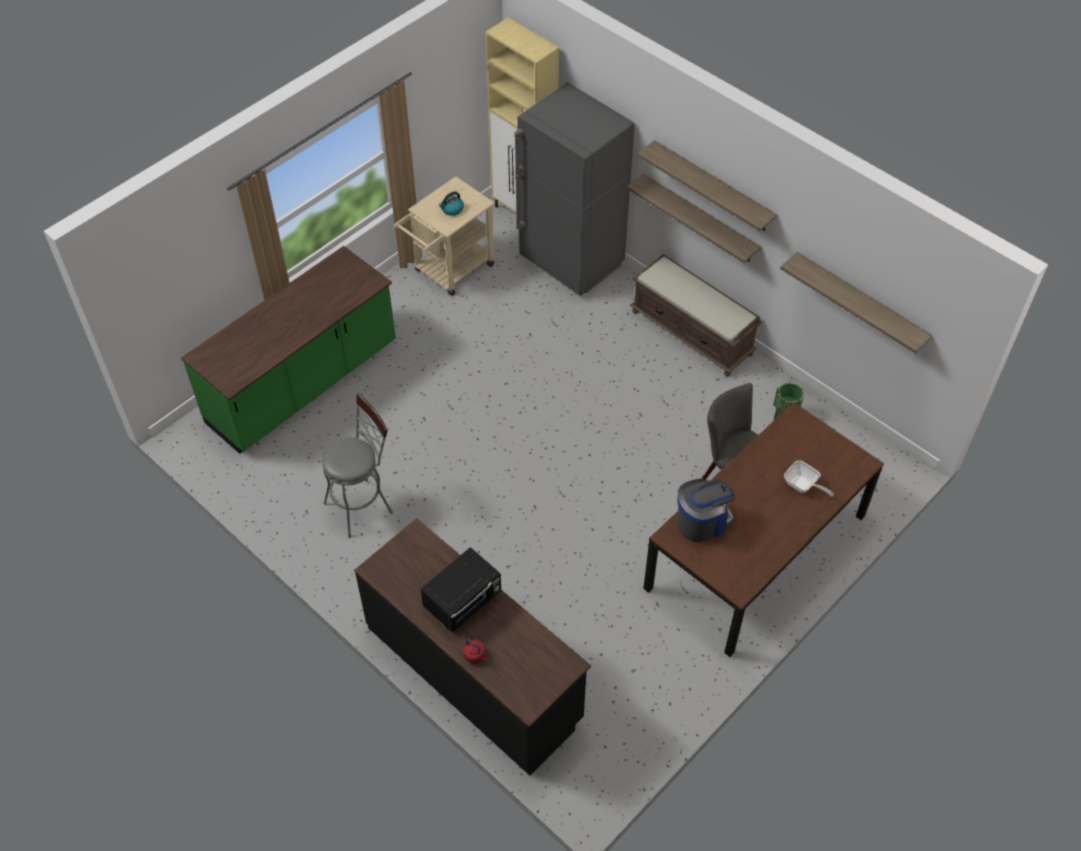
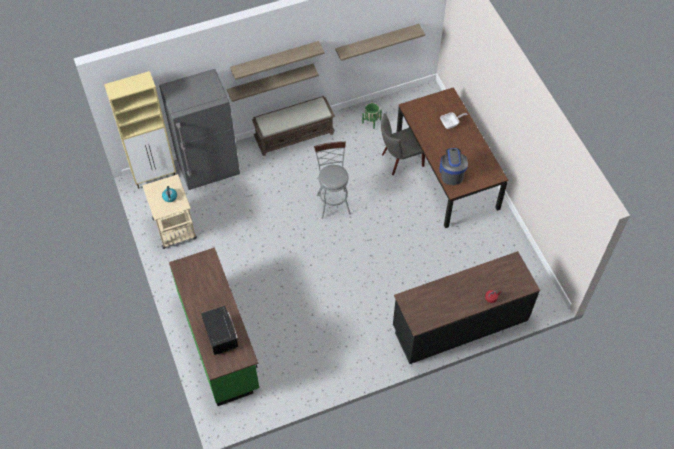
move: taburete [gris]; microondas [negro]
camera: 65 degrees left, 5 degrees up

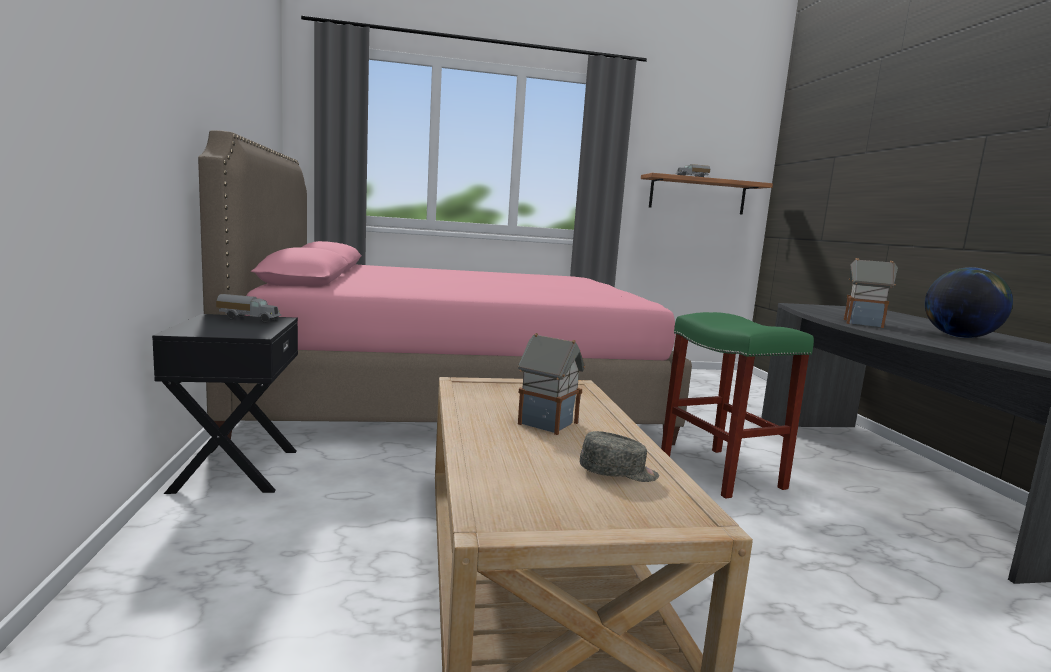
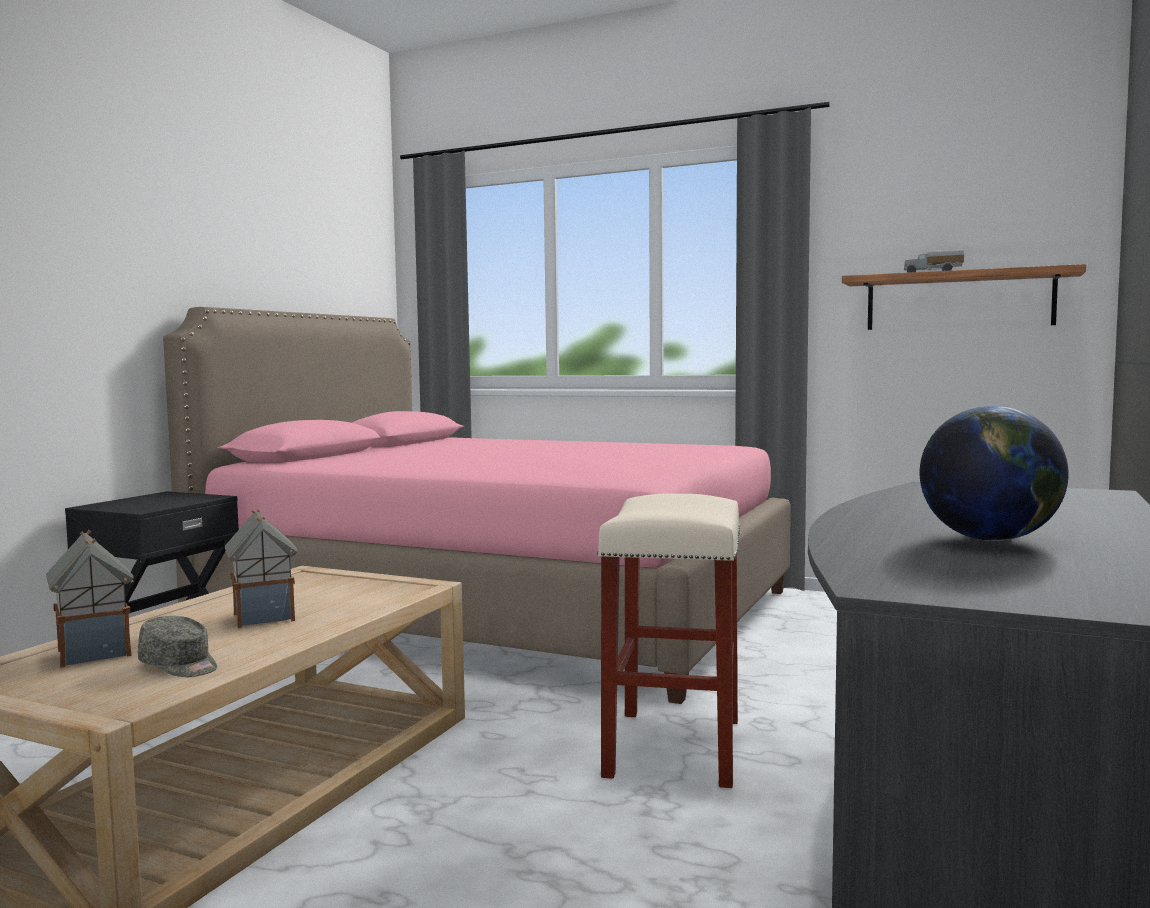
delete: camión de juguete (1st from left)
move: casita (2nd from left in the first image) to casita (1st from left)
recolor: taburete [verde] to taburete [beis]
camera: 35 degrees right, 5 degrees down

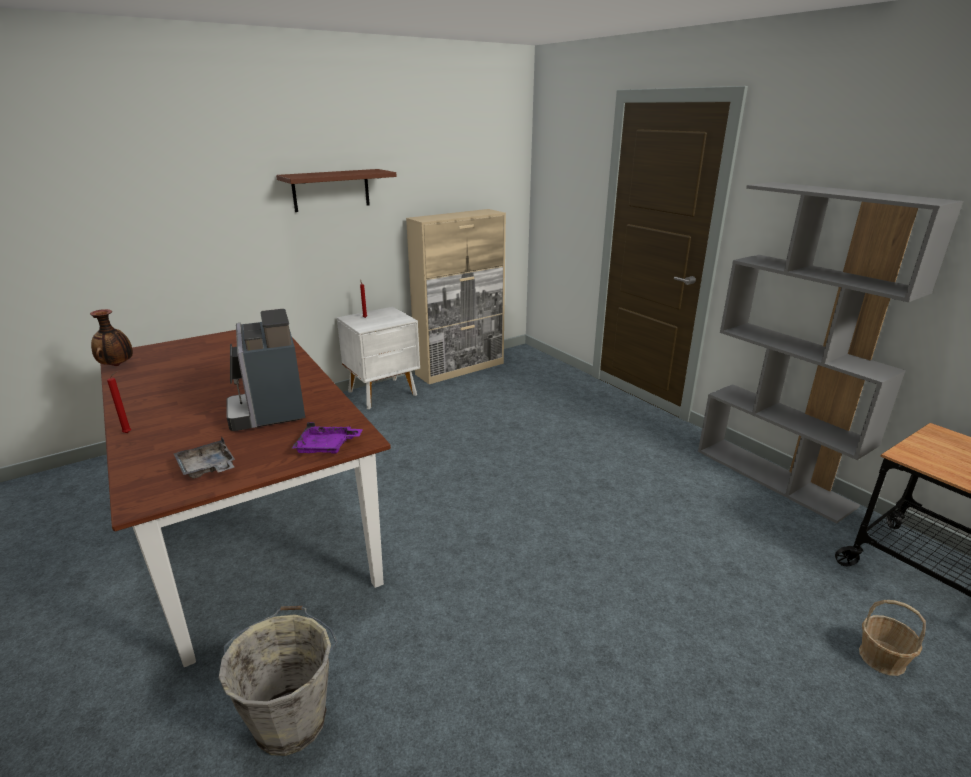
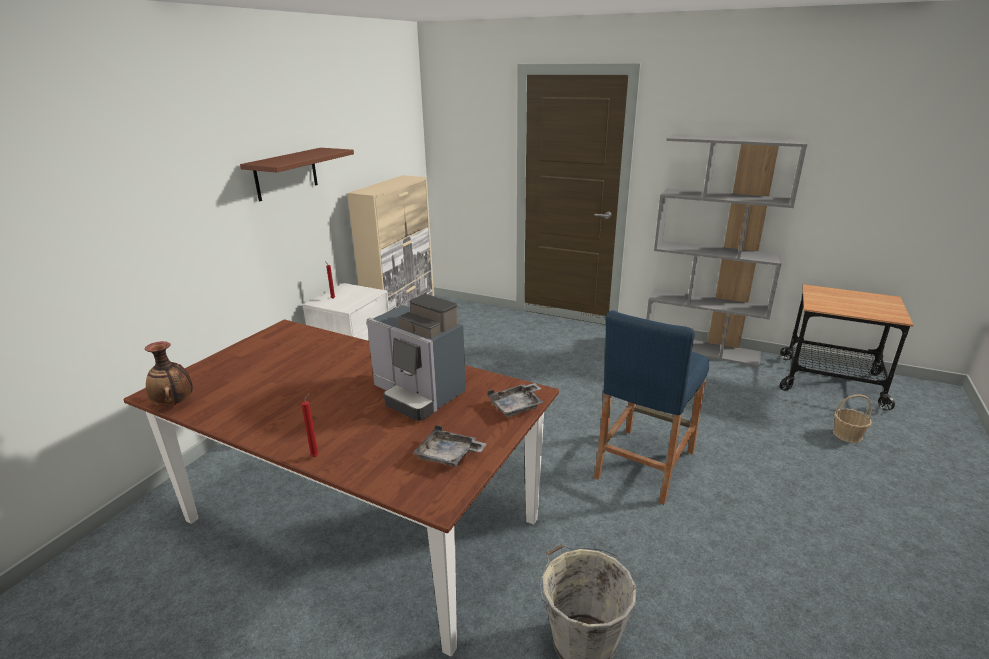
insert: taburete [azul]
recolor: bandeja [morado] to bandeja [gris] (2nd from left)
camera: 30 degrees left, 0 degrees up

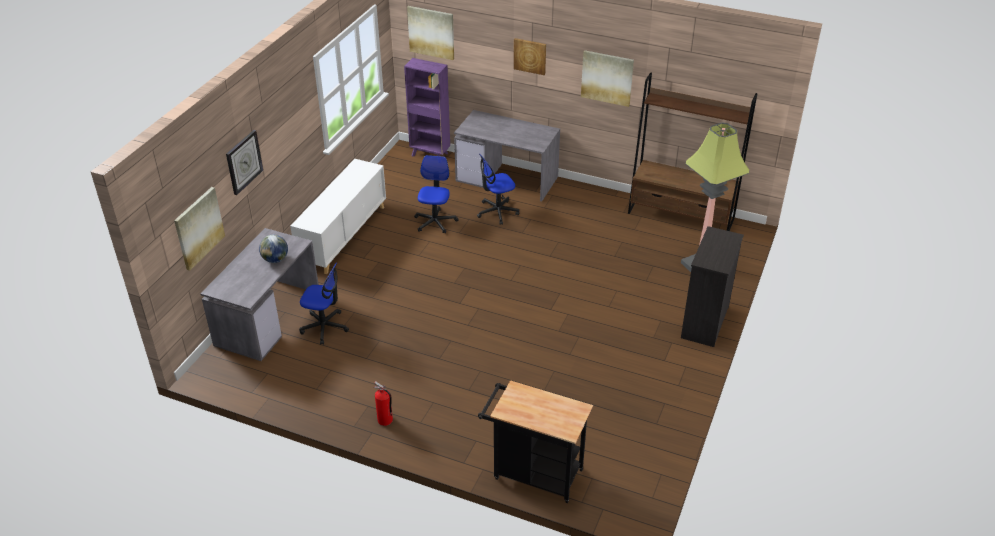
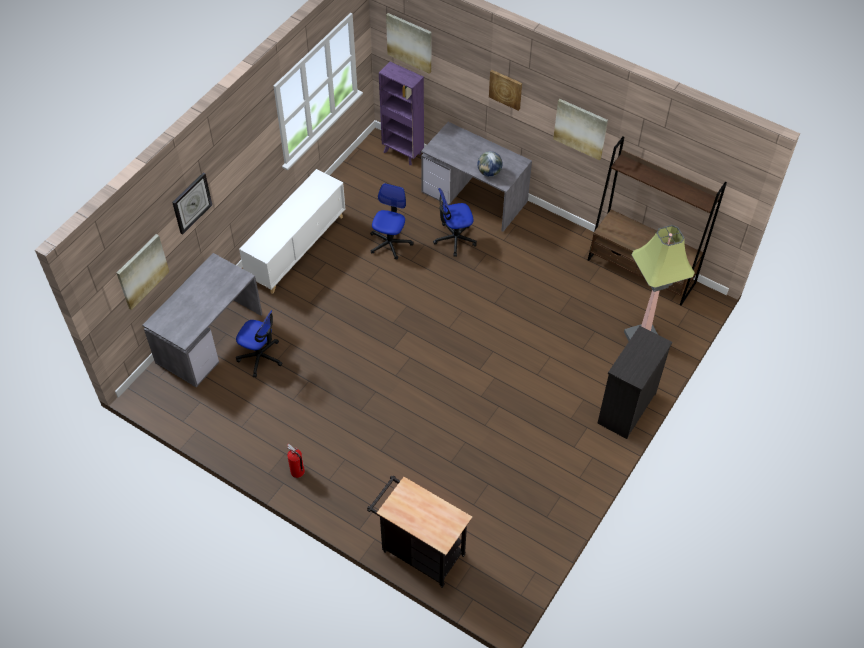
move: globo terráqueo
camera: 10 degrees right, 15 degrees up

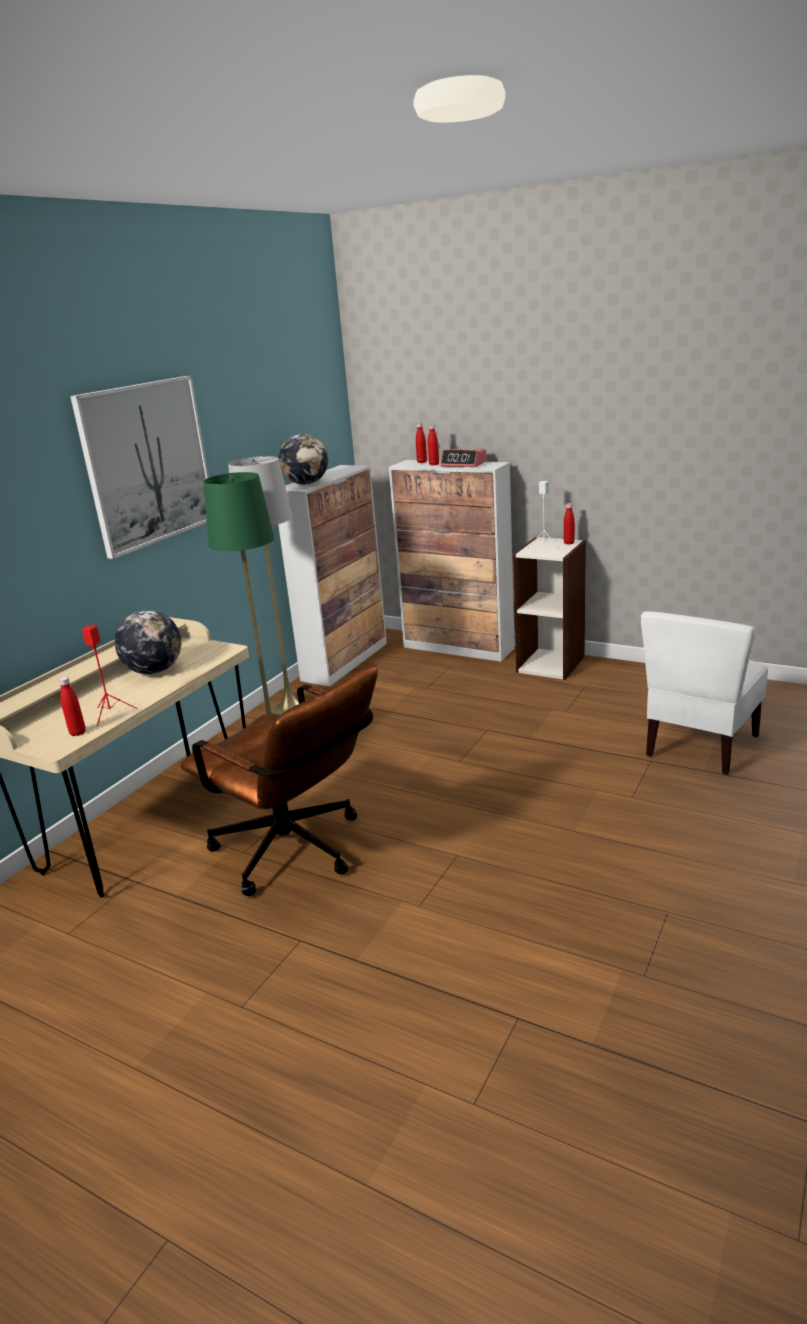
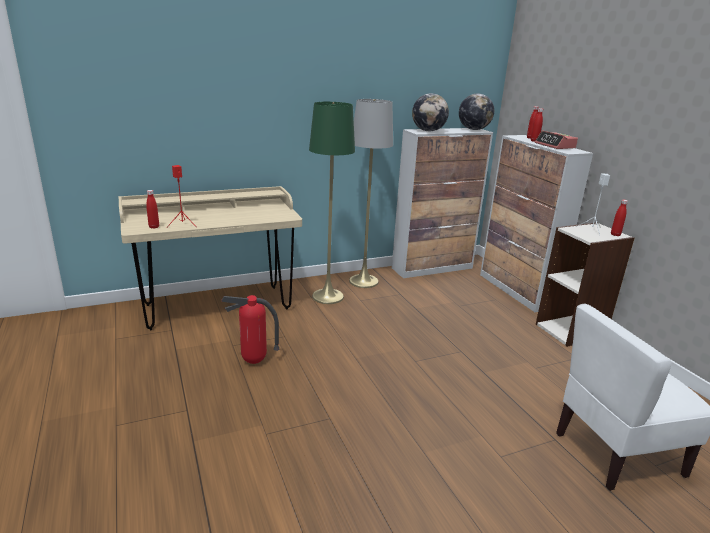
delete: cuadro
move: globo terráqueo (1st from left in the first image) to globo terráqueo (2nd from left)
replace: silla de oficina [marrón] to extintor
camera: 35 degrees right, 0 degrees up

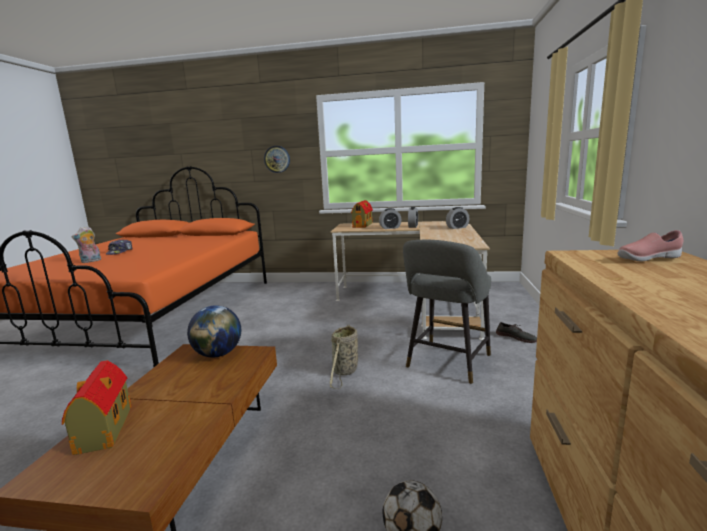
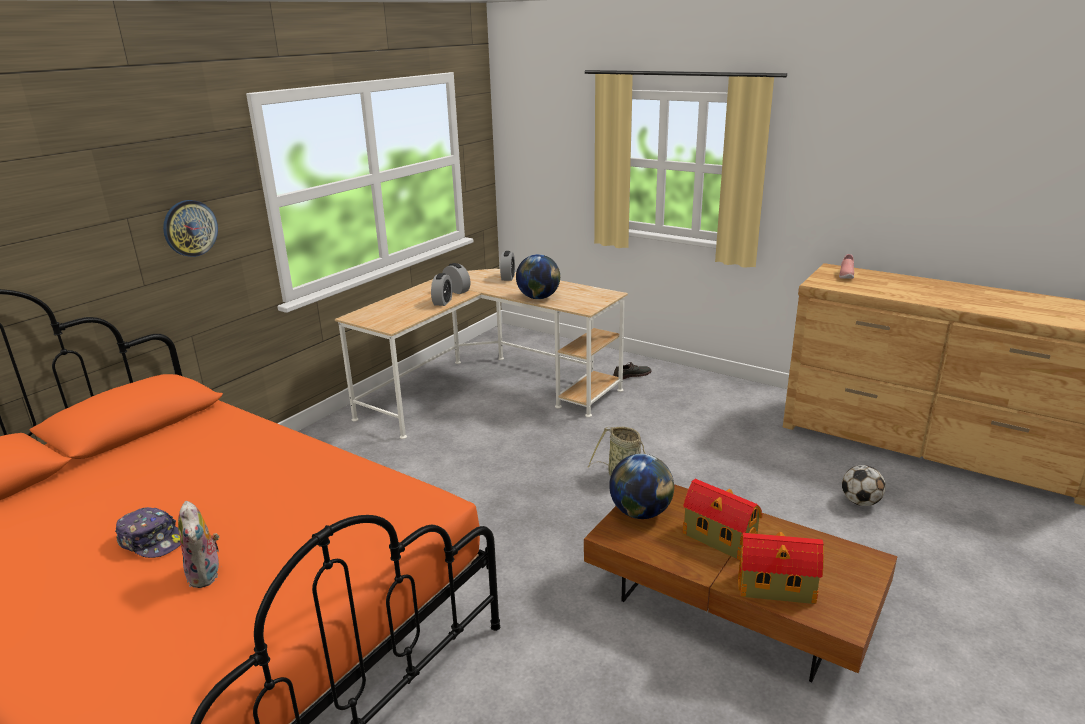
delete: taburete [gris]
insert: globo terráqueo (1st from left)
move: casita (2nd from left in the first image) to casita (1st from left)
camera: 65 degrees left, 10 degrees up

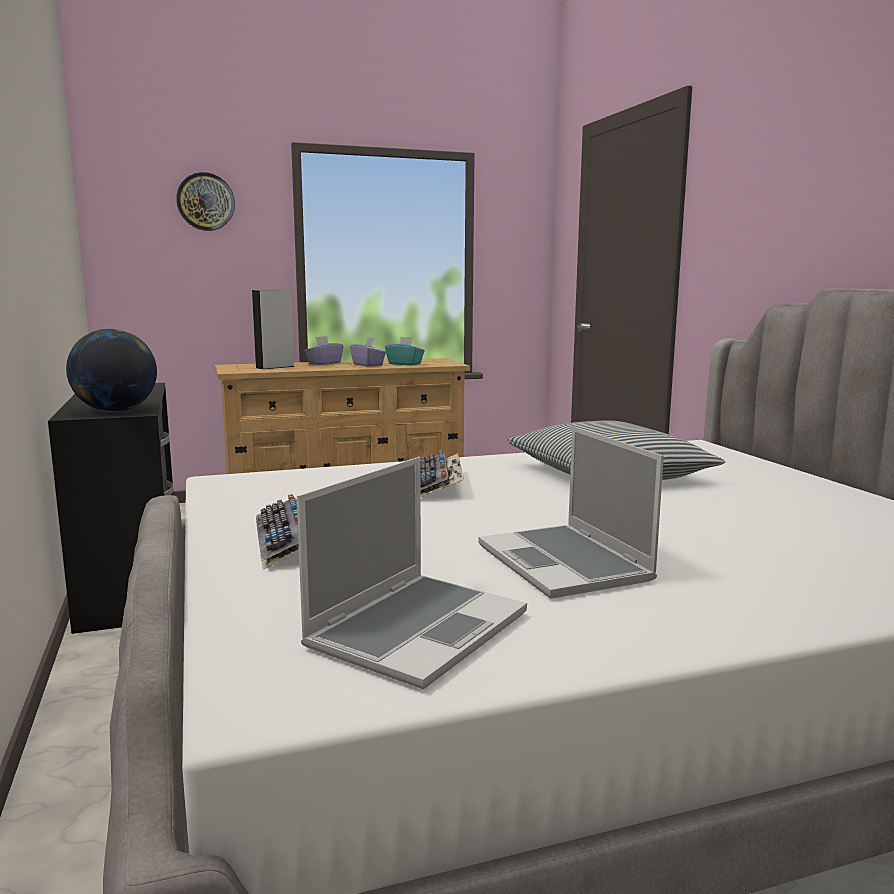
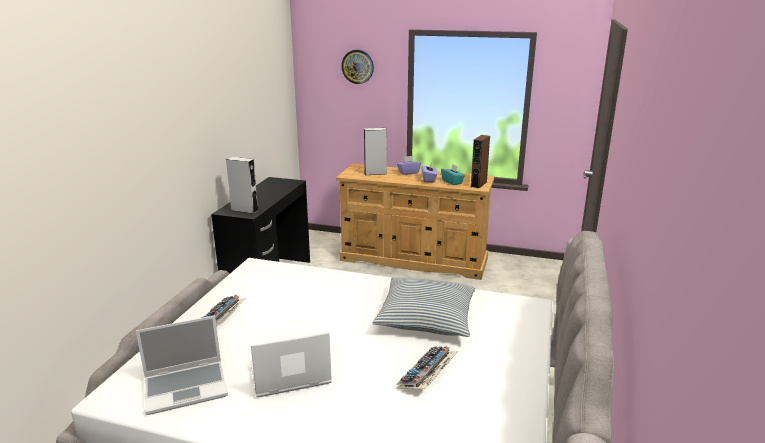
insert: altavoz [marrón]
move: teclado (2nd from left)
replace: globo terráqueo to altavoz [gris] (1st from left)
rotate: portátil (2nd from left) 60 degrees clockwise
camera: 35 degrees right, 10 degrees up

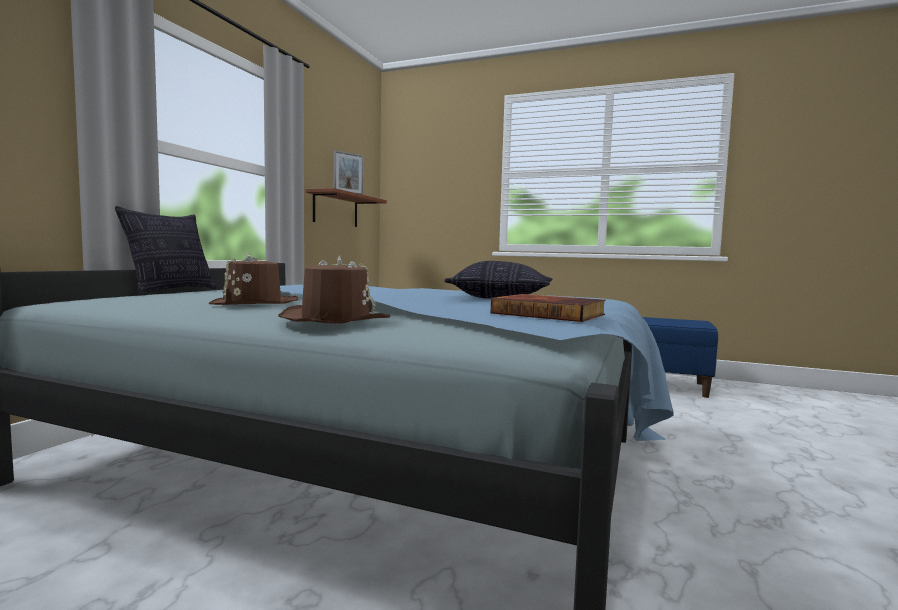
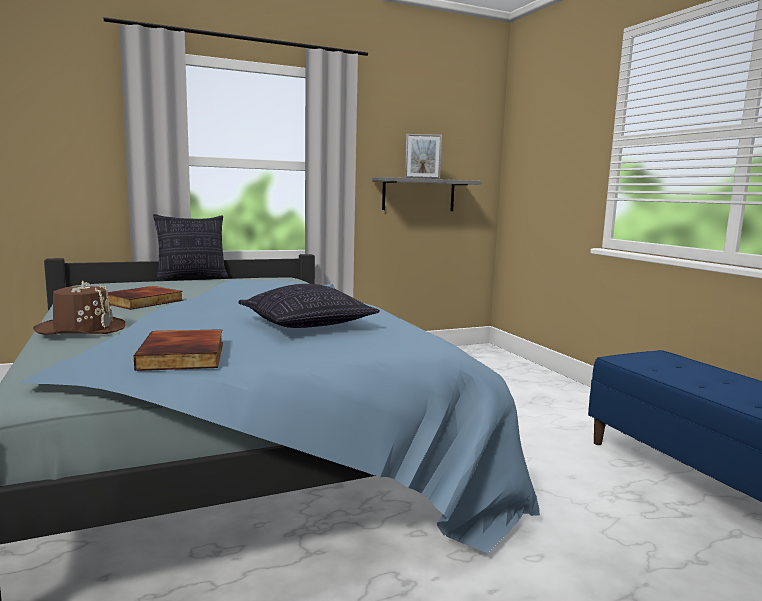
replace: sombrero [marrón] (1st from left) to libro (1st from left)
recolor: estante [marrón] to estante [gris]
camera: 45 degrees right, 5 degrees up

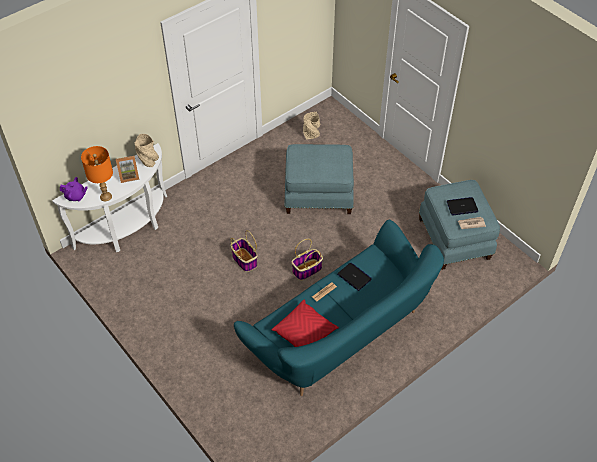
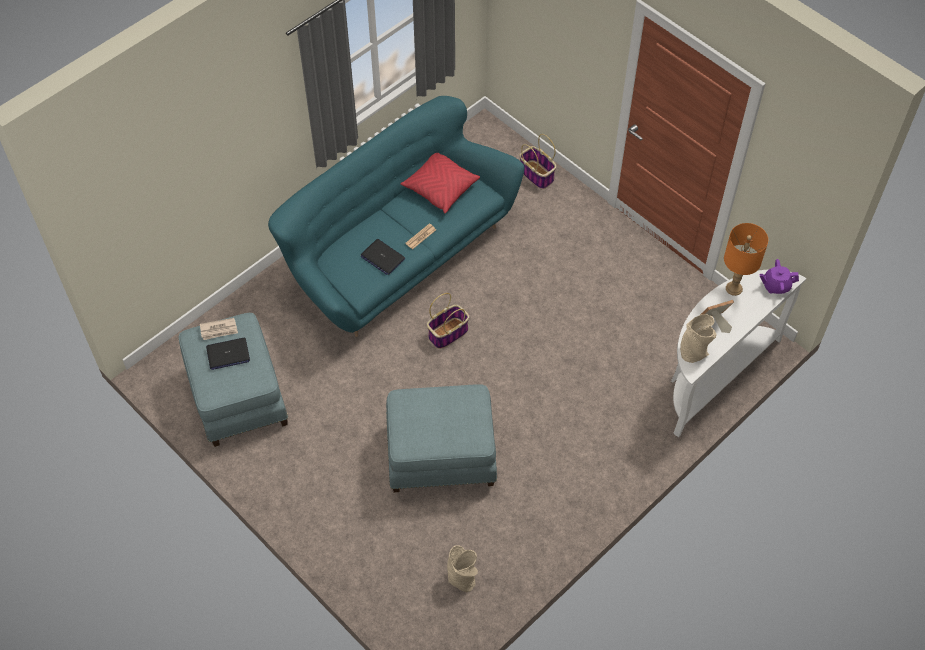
move: cesta (1st from left in the first image) to cesta (2nd from left)
camera: 175 degrees right, 5 degrees up

